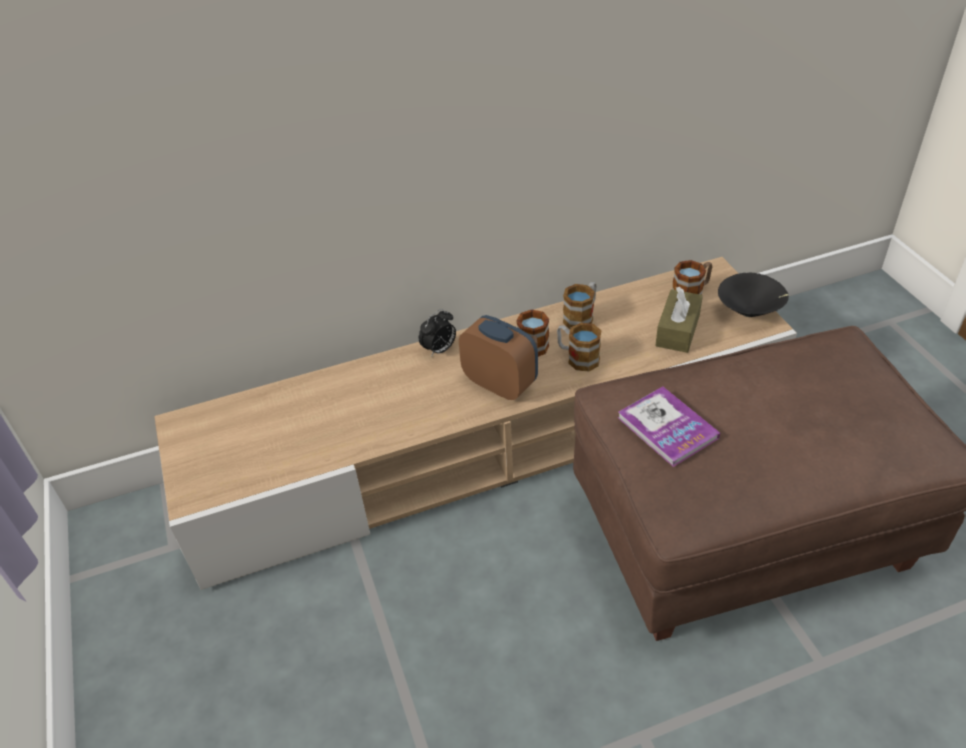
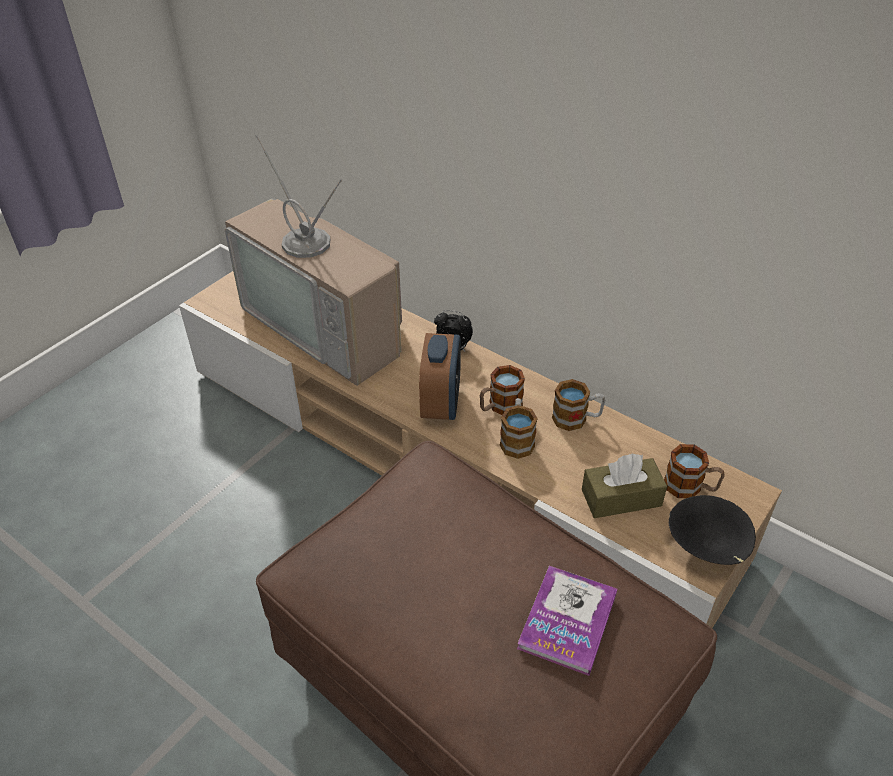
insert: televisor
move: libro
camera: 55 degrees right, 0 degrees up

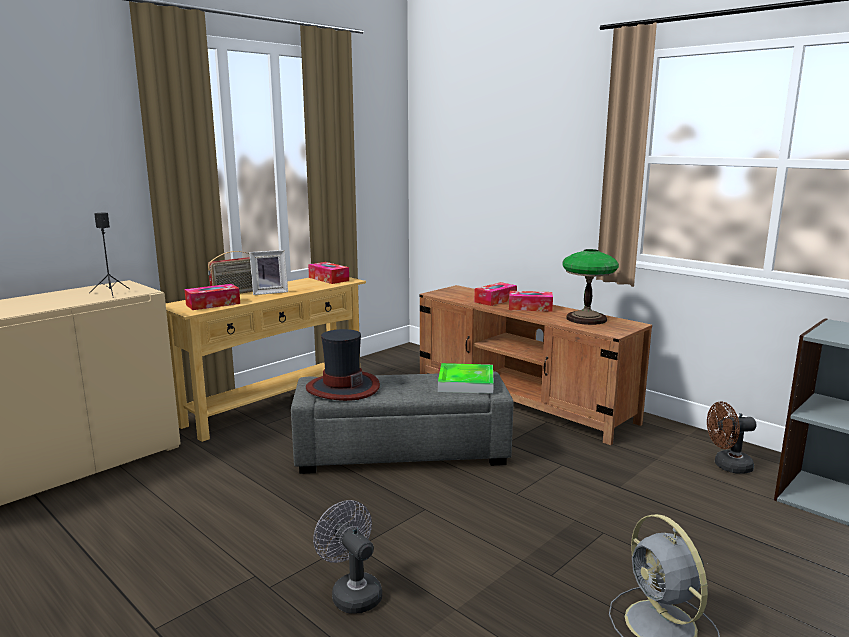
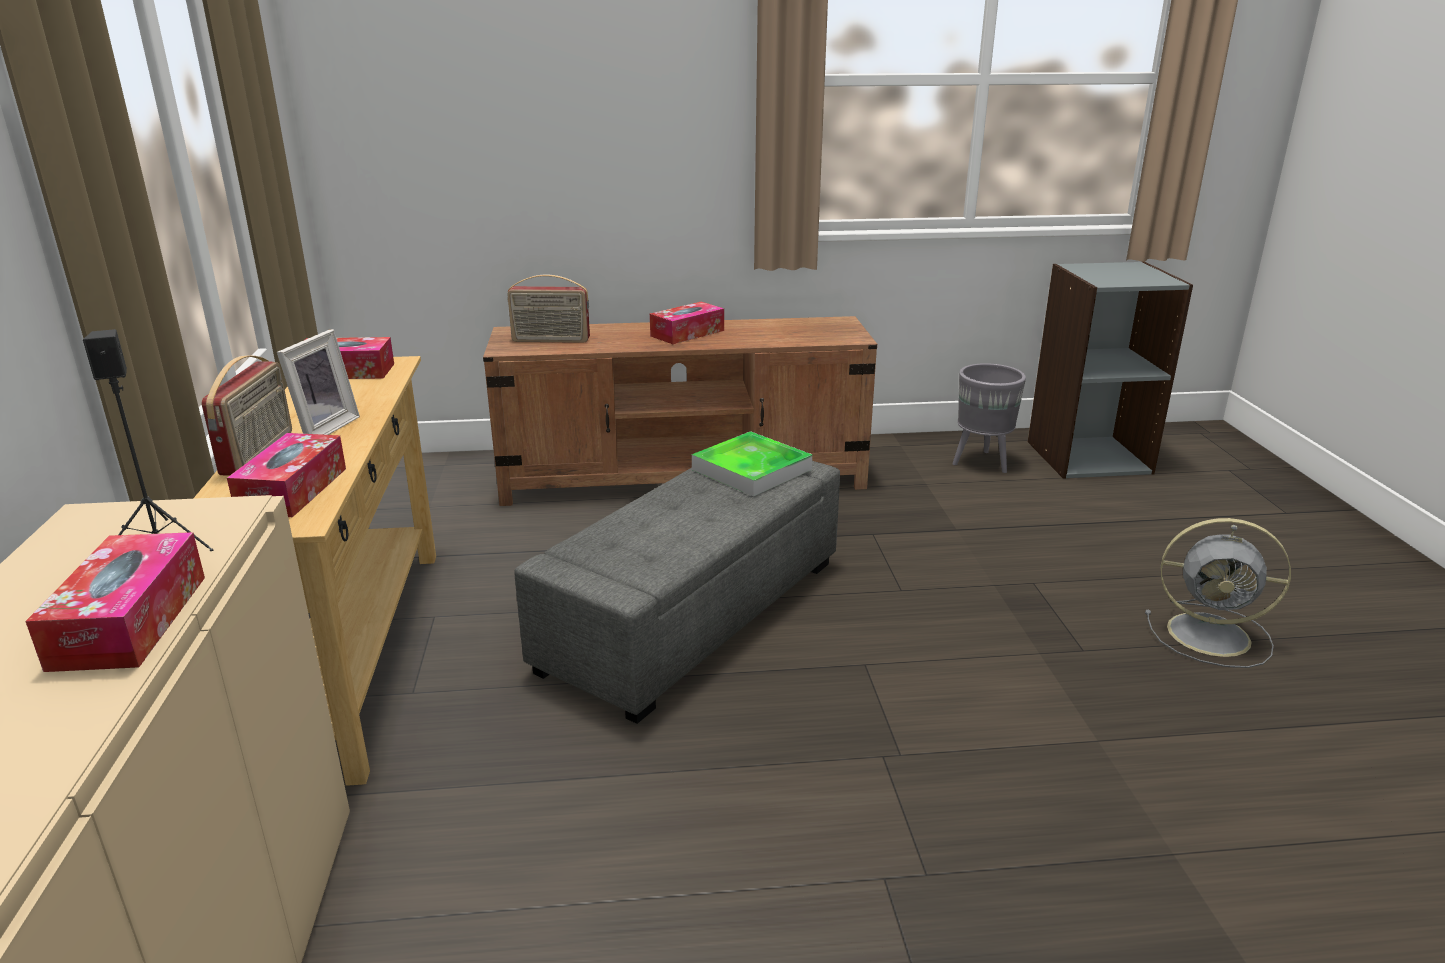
delete: sombrero; ventilador [gris] (1st from left); lámpara de mesa
insert: radio (2nd from left)
move: caja de pañuelos (3rd from left in the first image) to caja de pañuelos (1st from left)
replace: ventilador [marrón] to maceta [gris]
camera: 50 degrees left, 10 degrees up

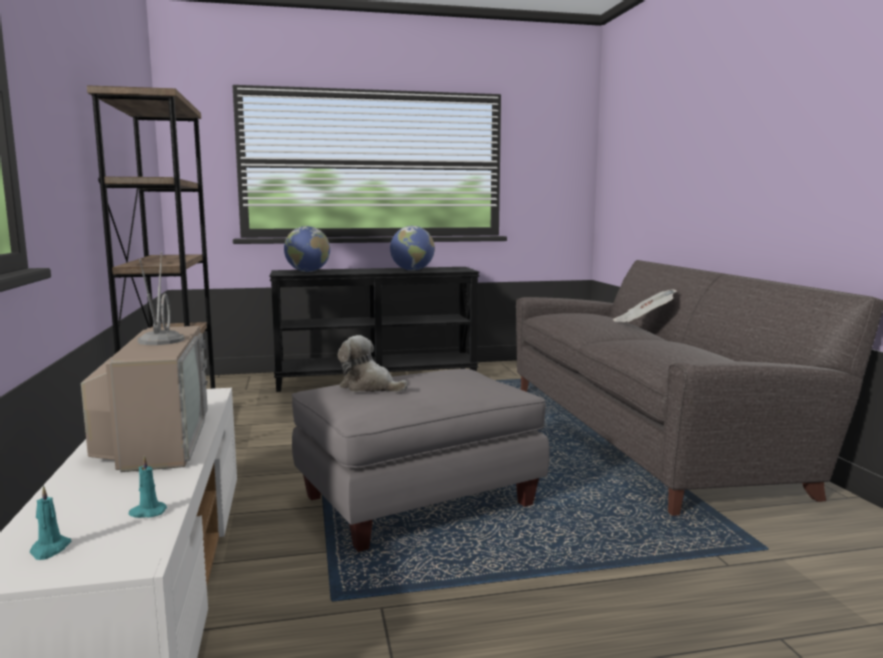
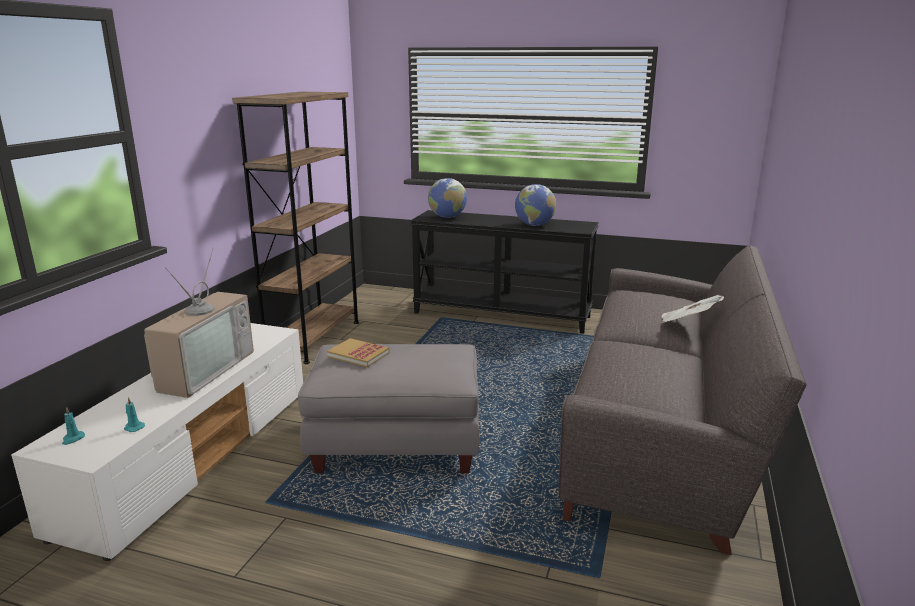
replace: peluche to libro
camera: 30 degrees right, 10 degrees up

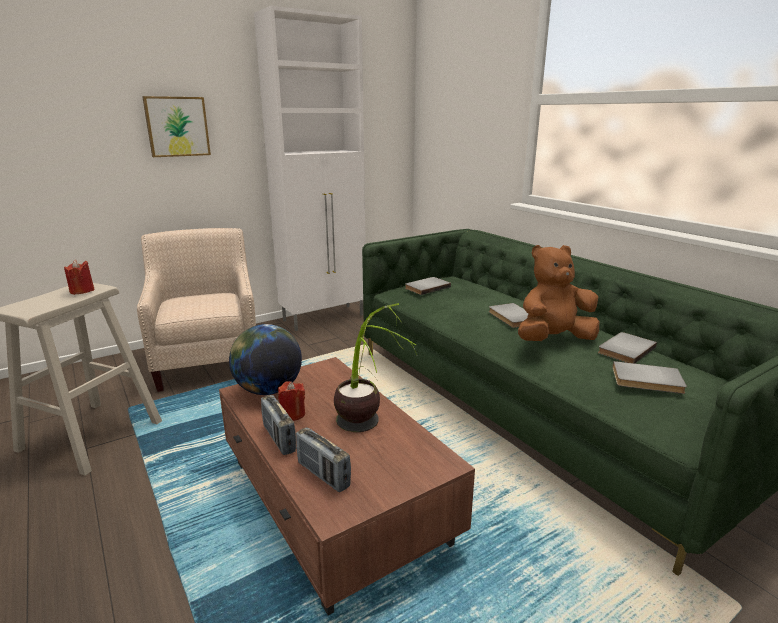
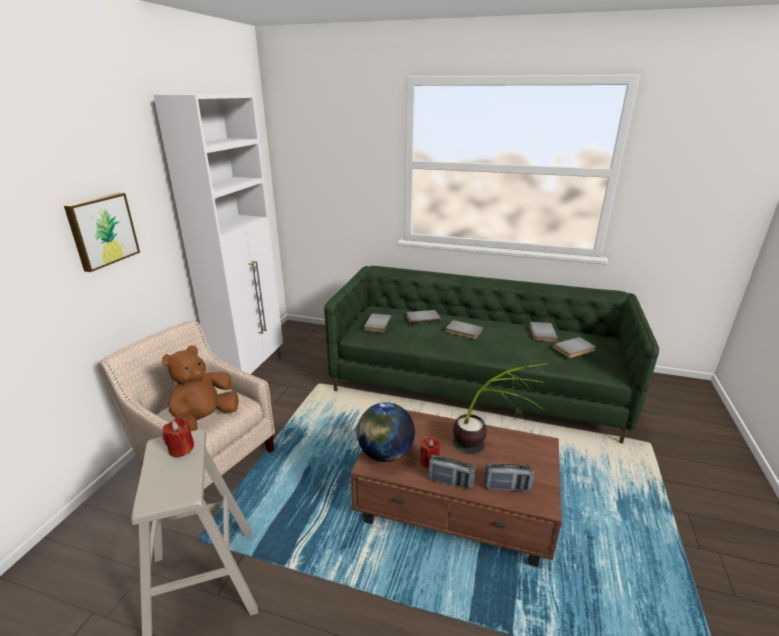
insert: libro [gris] (2nd from left)
move: peluche [marrón]
camera: 40 degrees left, 5 degrees up

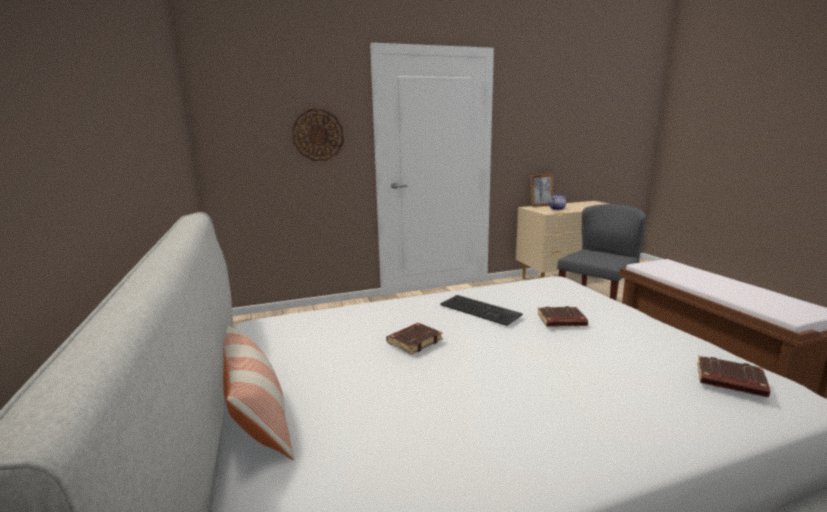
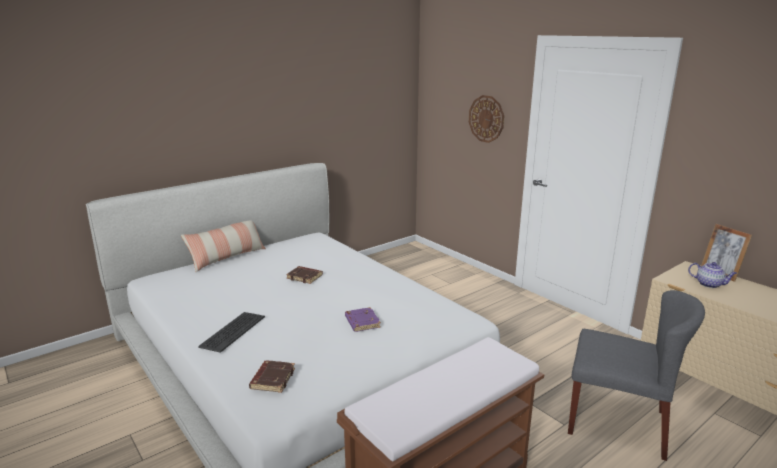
move: teclado
recolor: libro [marrón] (2nd from left) to libro [morado]
camera: 70 degrees right, 5 degrees up

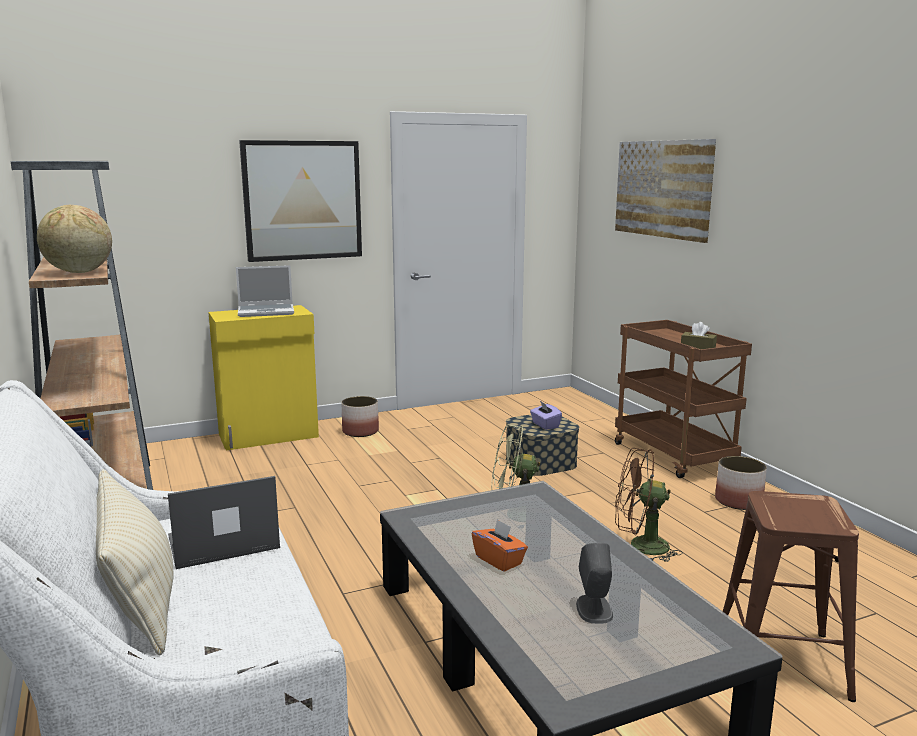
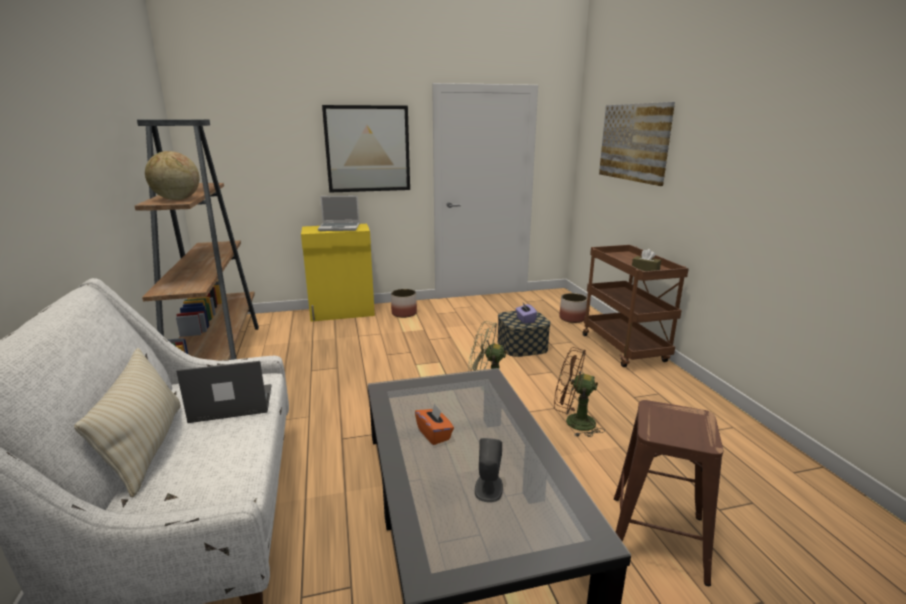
move: maceta (2nd from left)
camera: 10 degrees right, 5 degrees up

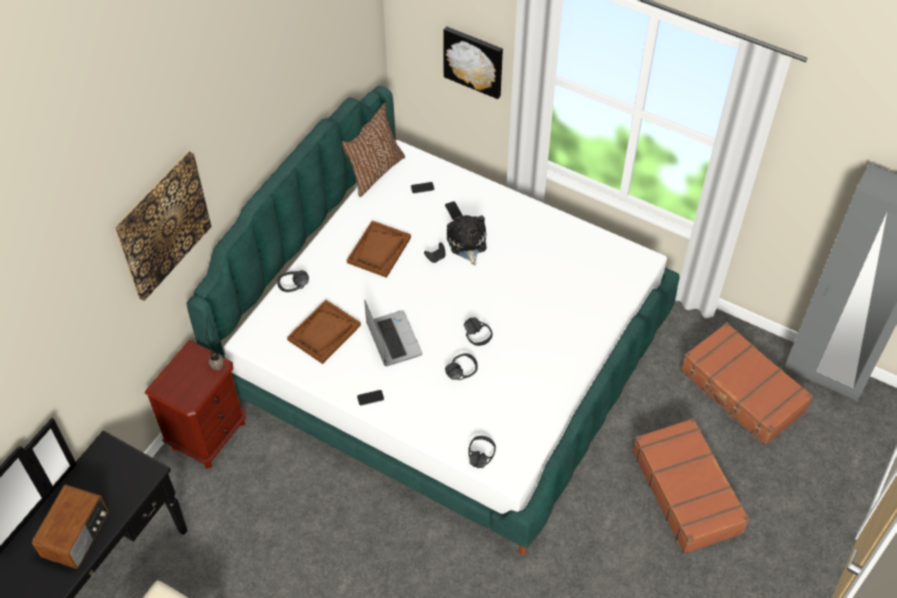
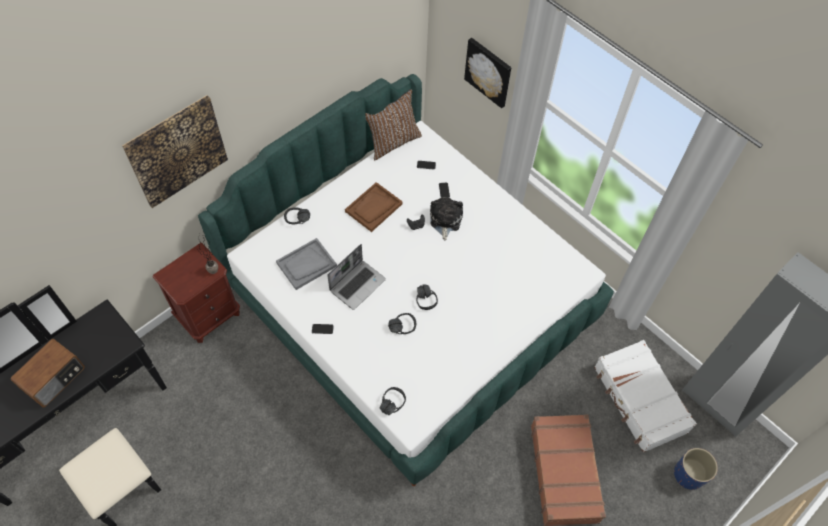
insert: maceta [azul]
recolor: bandeja [marrón] (1st from left) to bandeja [gris]; maleta [marrón] (2nd from left) to maleta [blanco]
rotate: portátil 45 degrees clockwise
camera: 15 degrees right, 5 degrees up

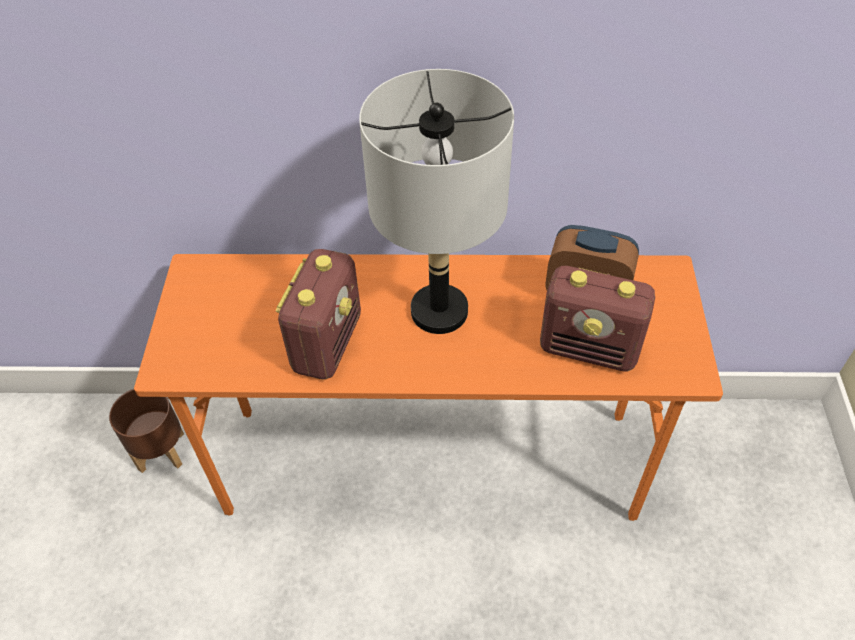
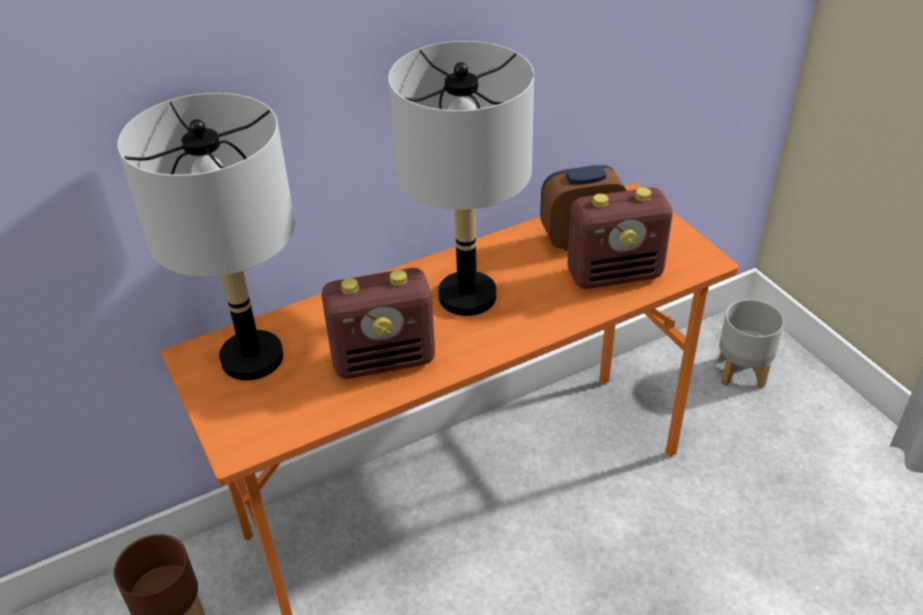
insert: lámpara de mesa [gris] (1st from left); maceta [gris]
rotate: radio (1st from left) 90 degrees clockwise
camera: 30 degrees left, 10 degrees down

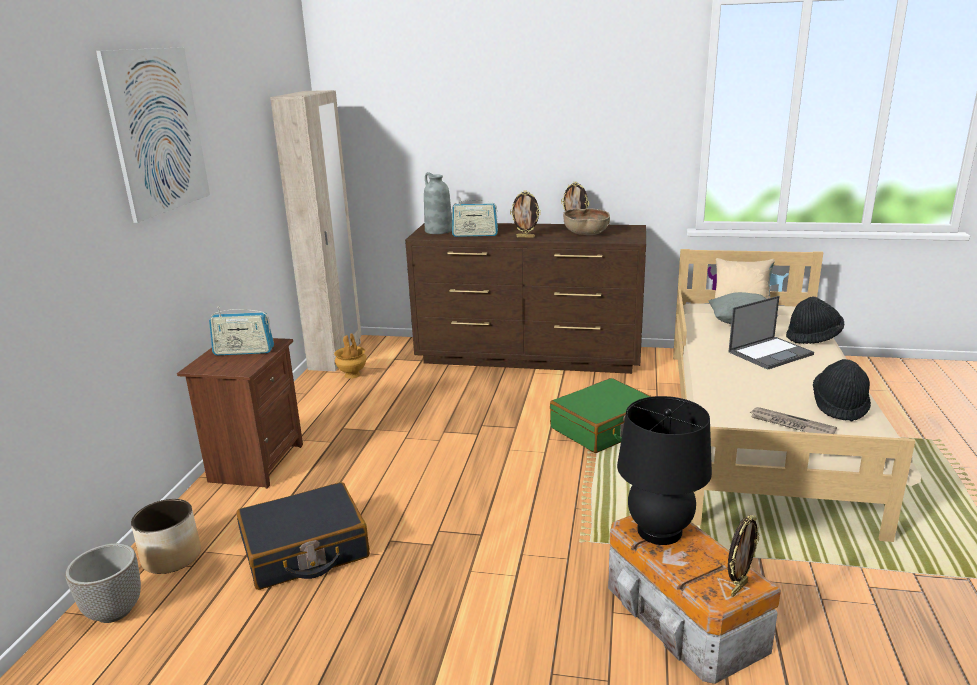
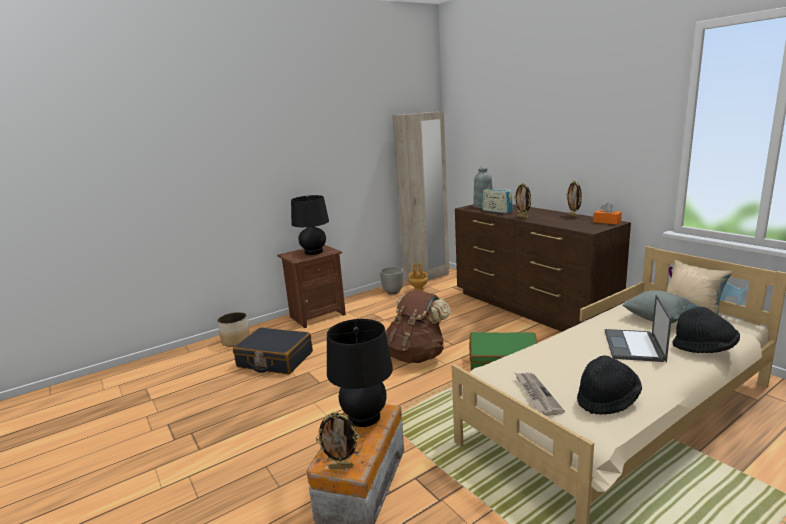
delete: cuadro; cuenco [marrón]
insert: mochila [marrón]; caja de pañuelos [naranja]
move: maceta (1st from left in the first image) to maceta (2nd from left)
replace: radio (1st from left) to lámpara de mesa [negro] (1st from left)
rotate: portátil 90 degrees clockwise
camera: 45 degrees right, 5 degrees down

